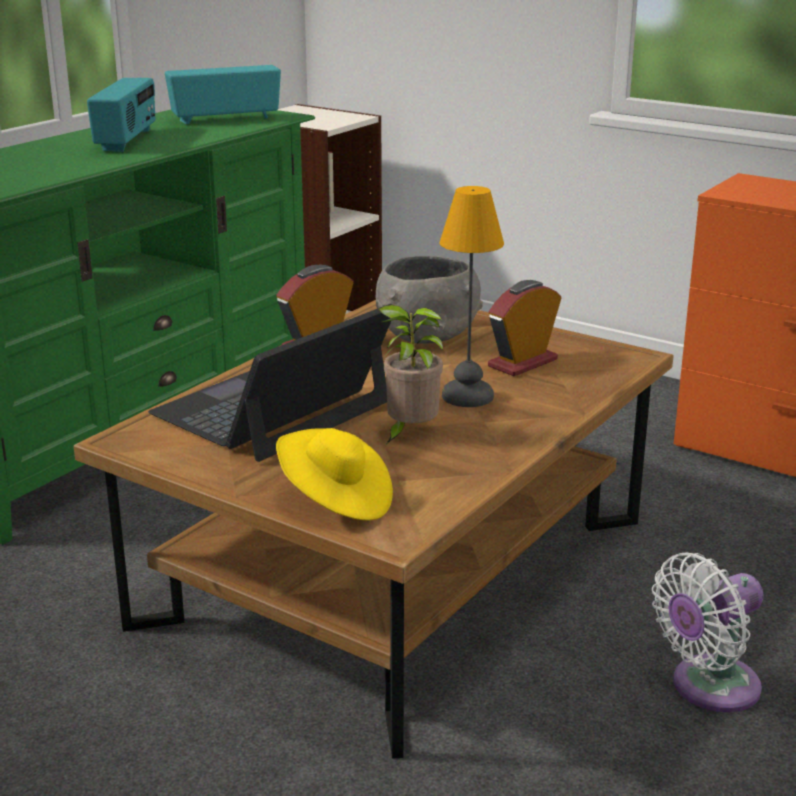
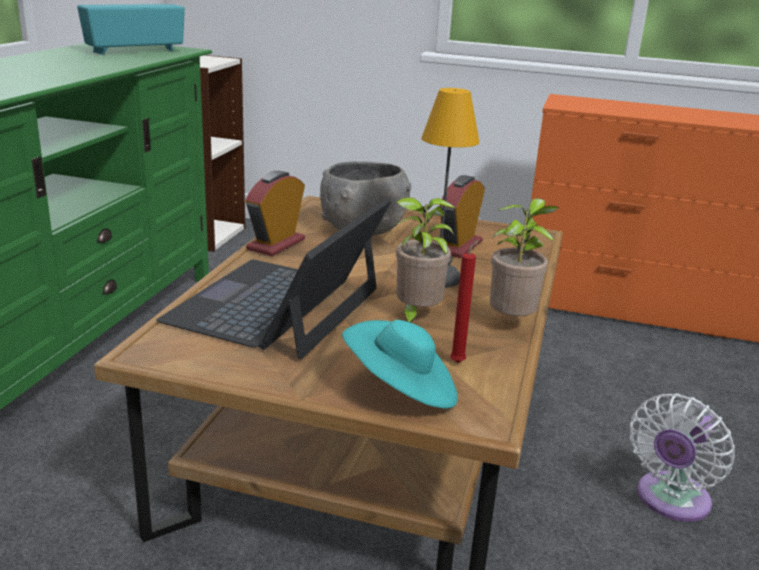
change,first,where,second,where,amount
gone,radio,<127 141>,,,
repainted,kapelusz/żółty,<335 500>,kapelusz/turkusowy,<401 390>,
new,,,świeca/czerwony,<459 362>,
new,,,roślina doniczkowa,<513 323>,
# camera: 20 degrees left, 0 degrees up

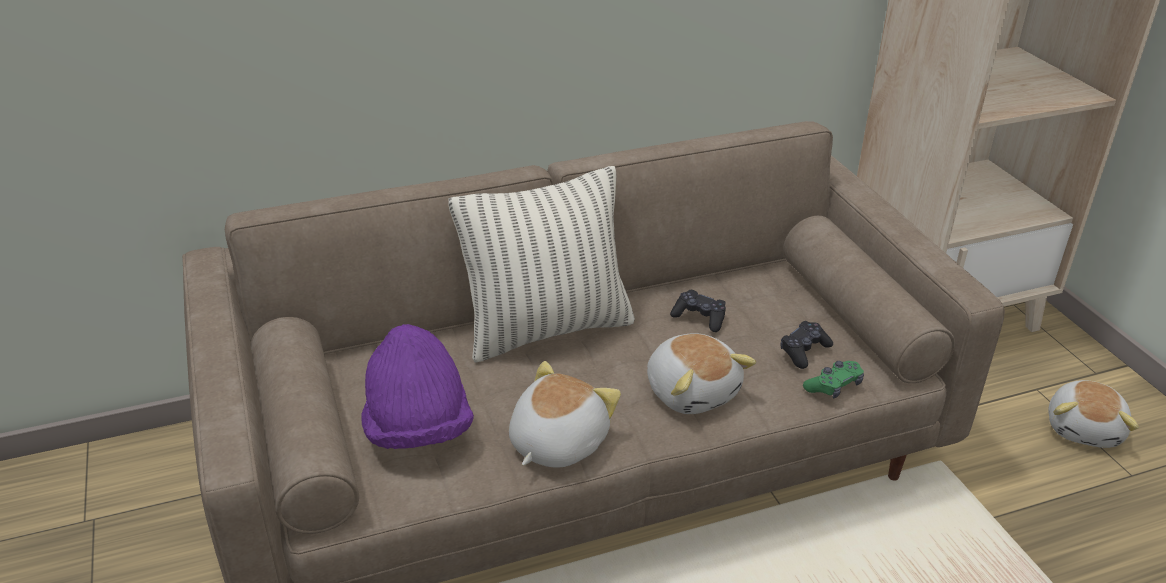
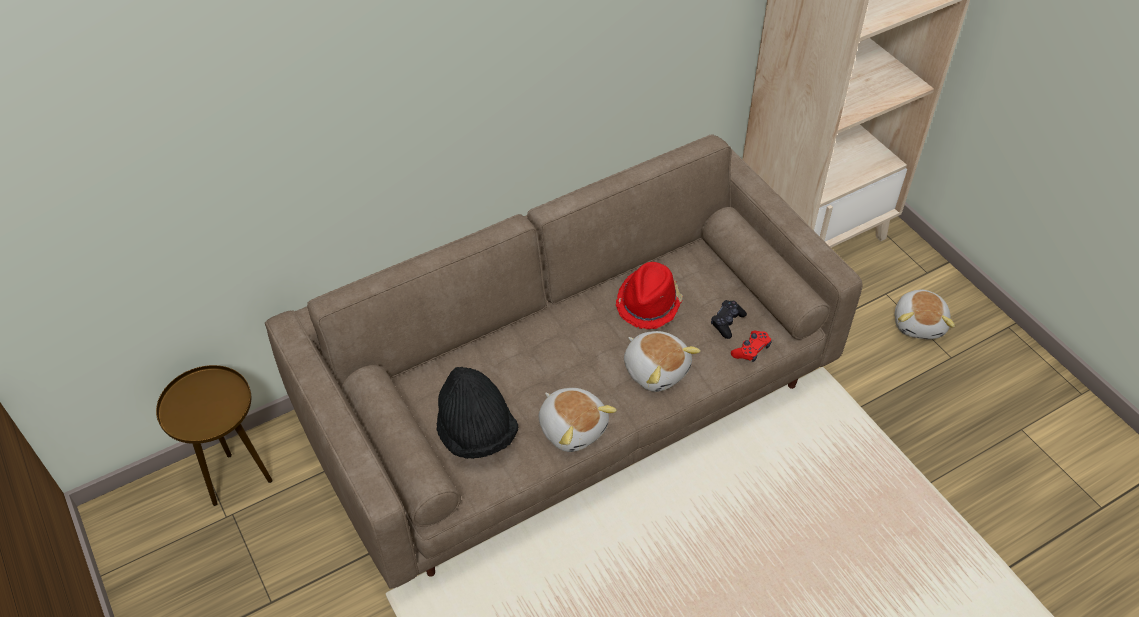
change,first,where,second,where,amount
repainted,kapelusz/fioletowy,<418 429>,kapelusz/czarny,<476 432>,
gone,poduszka,<547 329>,,,
rotated,pluszak,<556 442>,,<573 427>,120 degrees clockwise
swapped,pad do gier/czarny,<699 317>,kapelusz/czerwony,<649 303>,
repainted,pad do gier/zielony,<834 386>,pad do gier/czerwony,<751 350>,
new,,,stolik/brązowy,<238 479>,
# camera: 10 degrees left, 15 degrees up

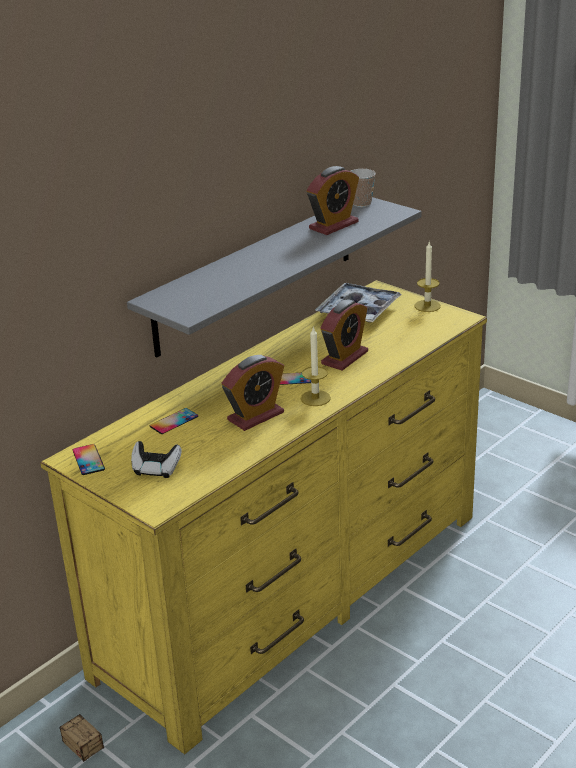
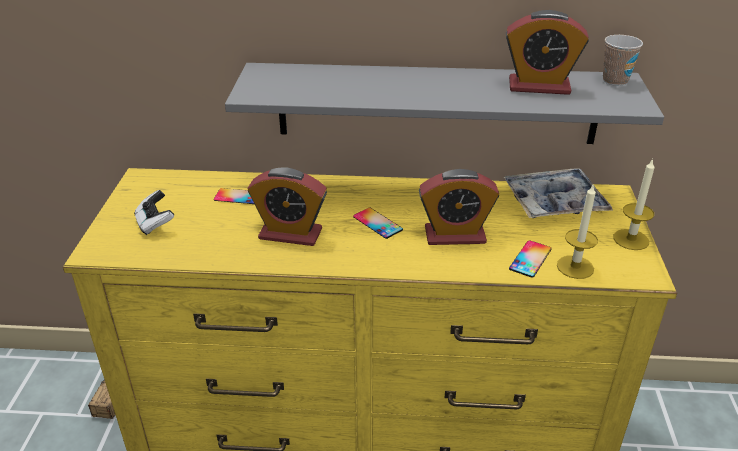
change,first,where,second,where,amount
shifted,telefon,<88 460>,,<530 259>,
shifted,świeca,<315 398>,,<575 267>,
# camera: 50 degrees right, 5 degrees up

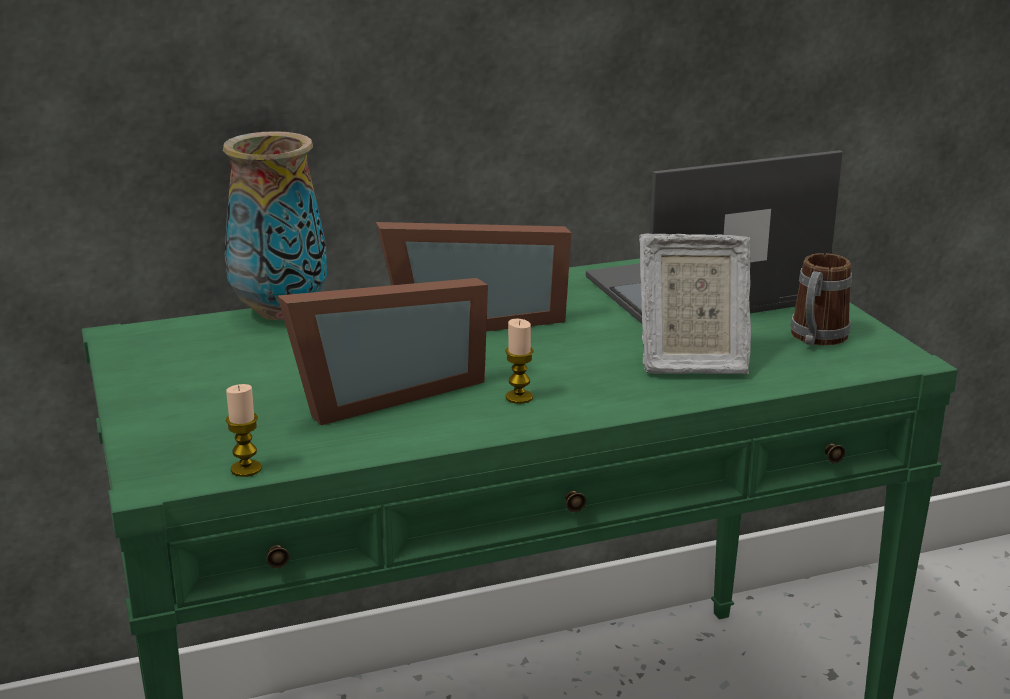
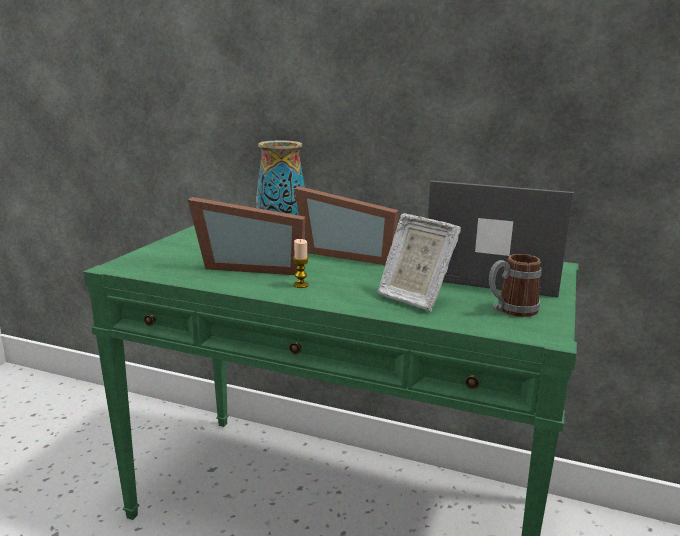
change,first,where,second,where,amount
gone,świeca,<246 469>,,,
# camera: 40 degrees right, 5 degrees down

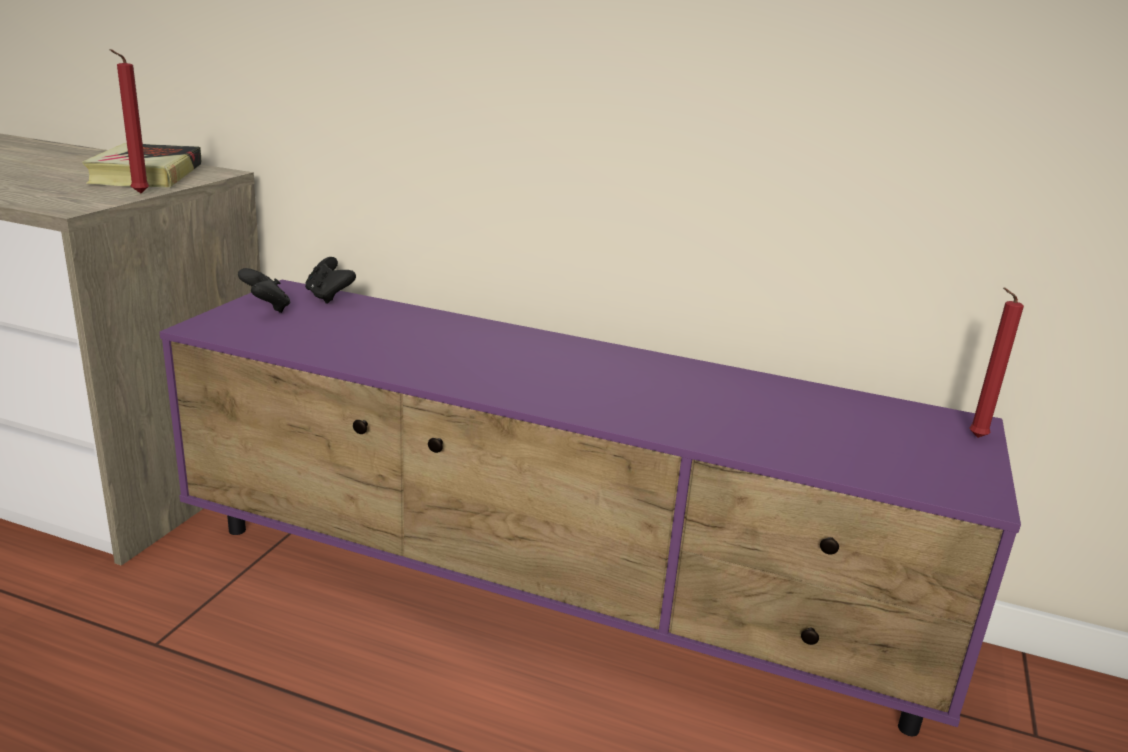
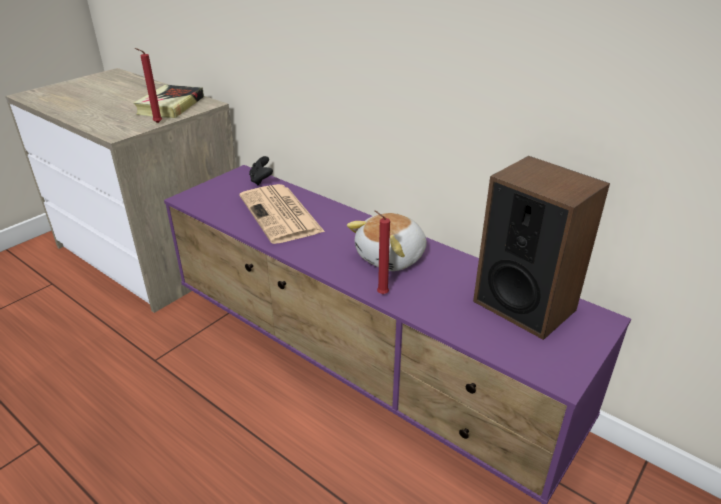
change,first,where,second,where,amount
gone,pad do gier/czarny,<266 308>,,,
shifted,świeca/czerwony,<974 437>,,<380 294>,
new,,,gazeta,<281 214>,
new,,,pluszak,<392 258>,
new,,,głośnik,<524 305>,
# camera: 20 degrees right, 10 degrees up

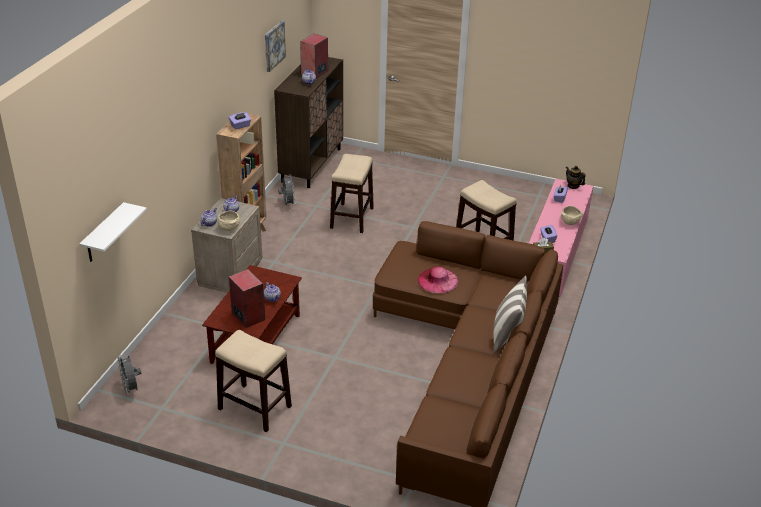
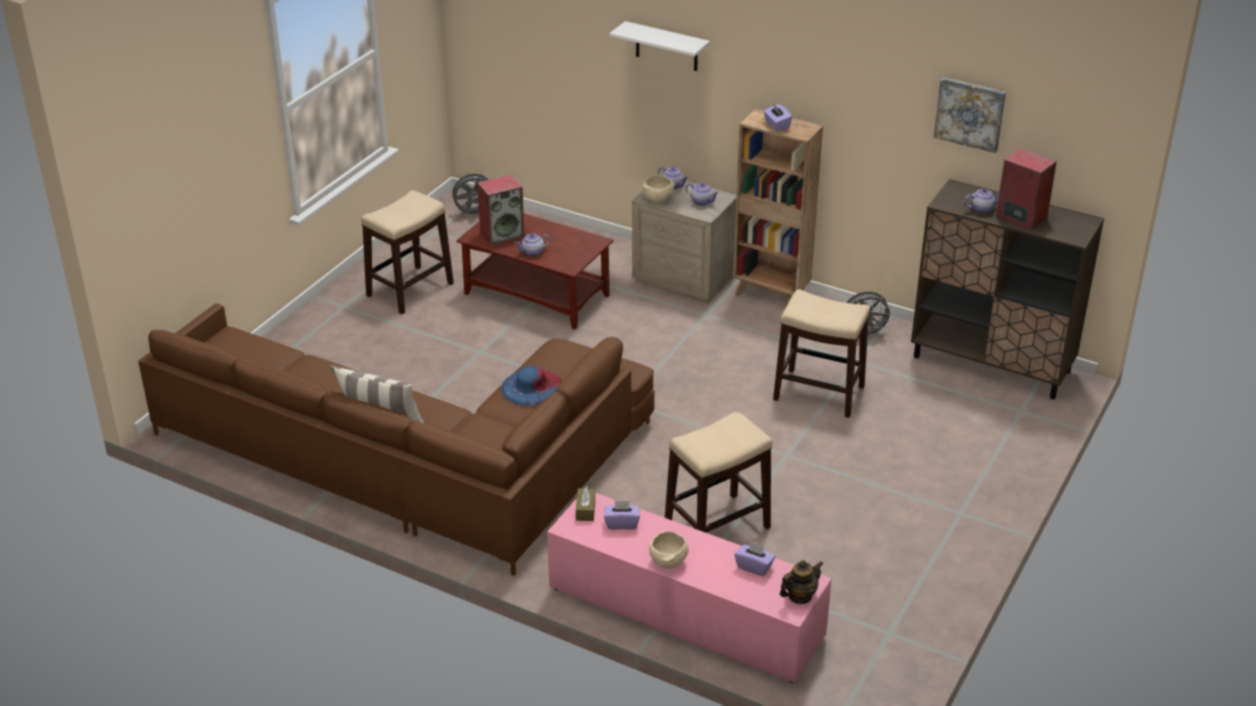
change,first,where,second,where,amount
shifted,półka/biały,<104 234>,,<666 47>,
repainted,kapelusz/różowy,<438 280>,kapelusz/niebieski,<532 387>,
# camera: 100 degrees right, 0 degrees up

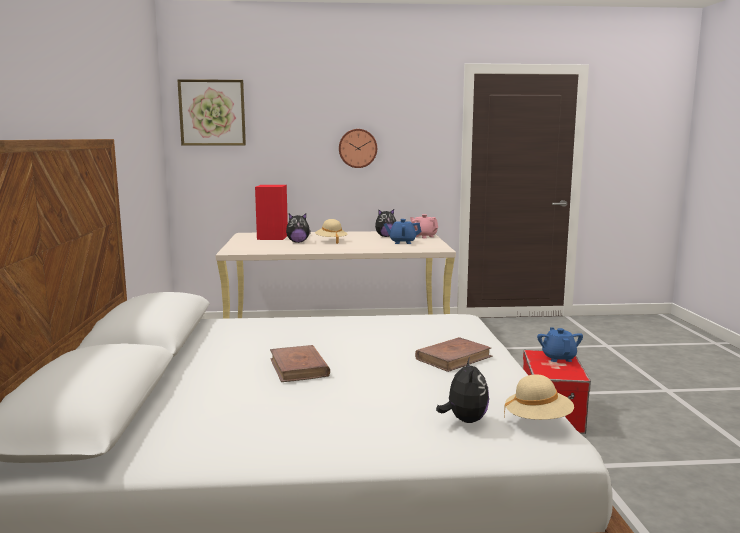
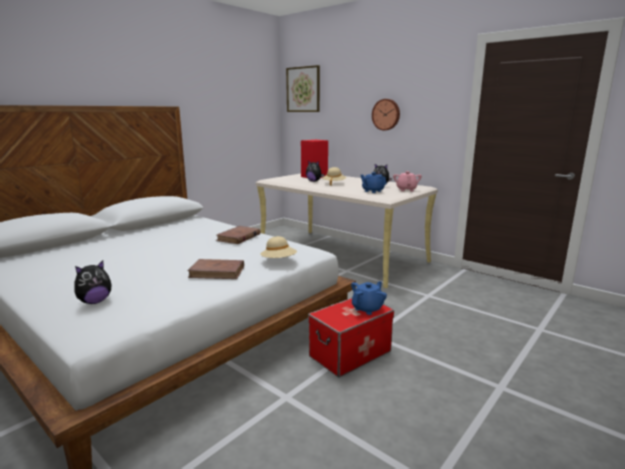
change,first,where,second,where,amount
shifted,książka/brązowy,<299 367>,,<238 237>,
shifted,kapelusz/beżowy,<538 420>,,<279 261>,
# camera: 45 degrees right, 5 degrees up

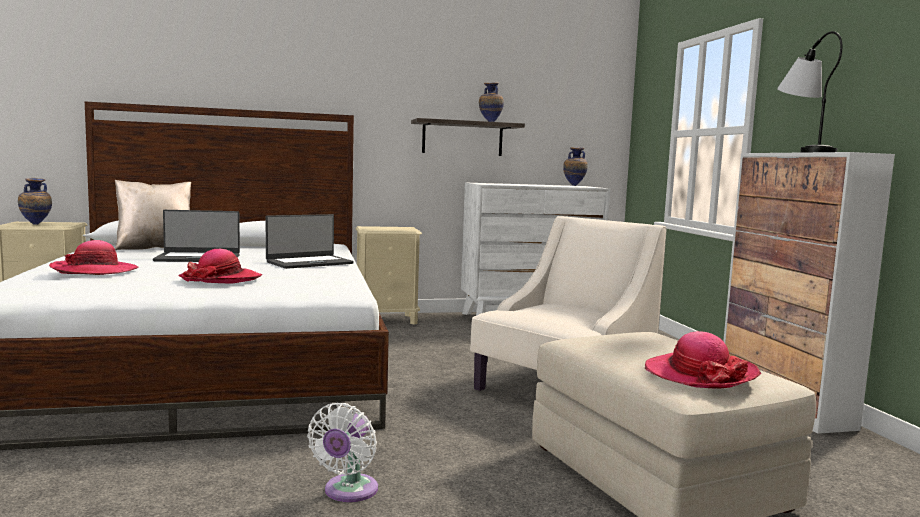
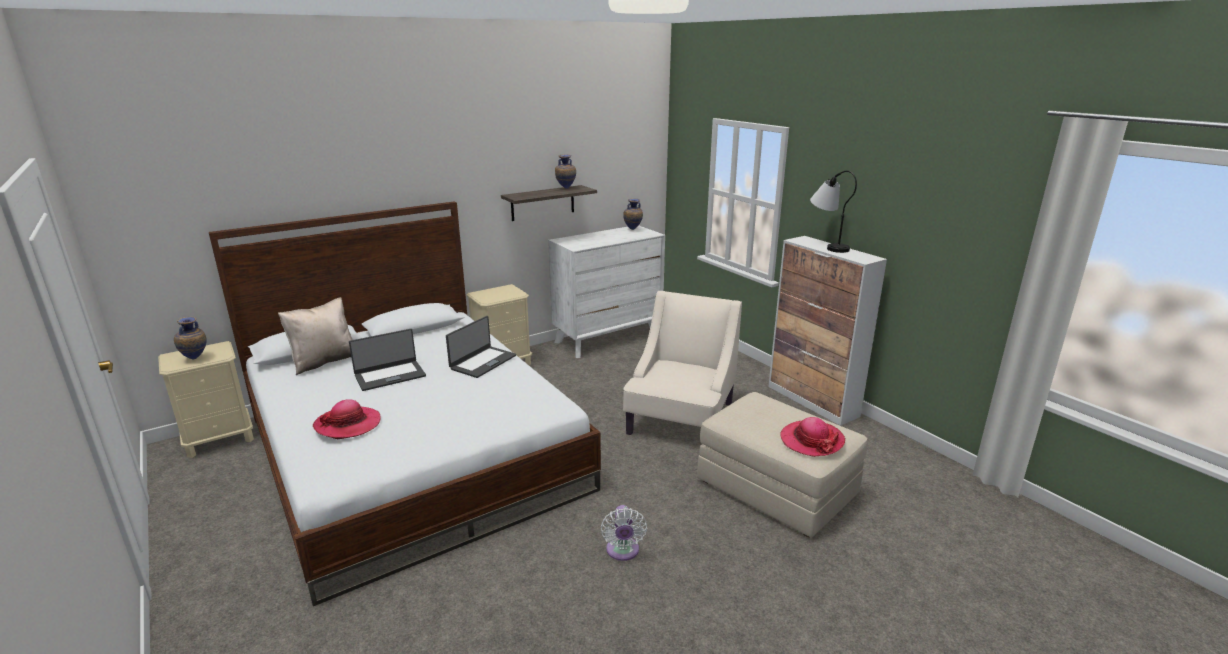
change,first,where,second,where,amount
gone,kapelusz,<221 279>,,,
# camera: 20 degrees left, 15 degrees up

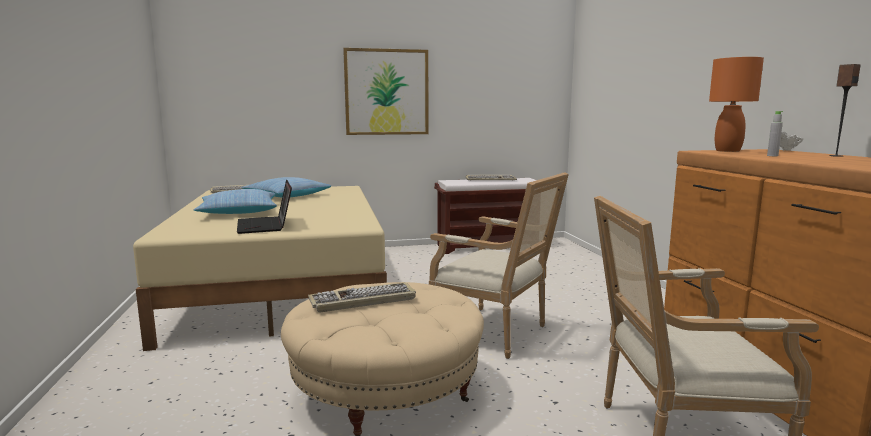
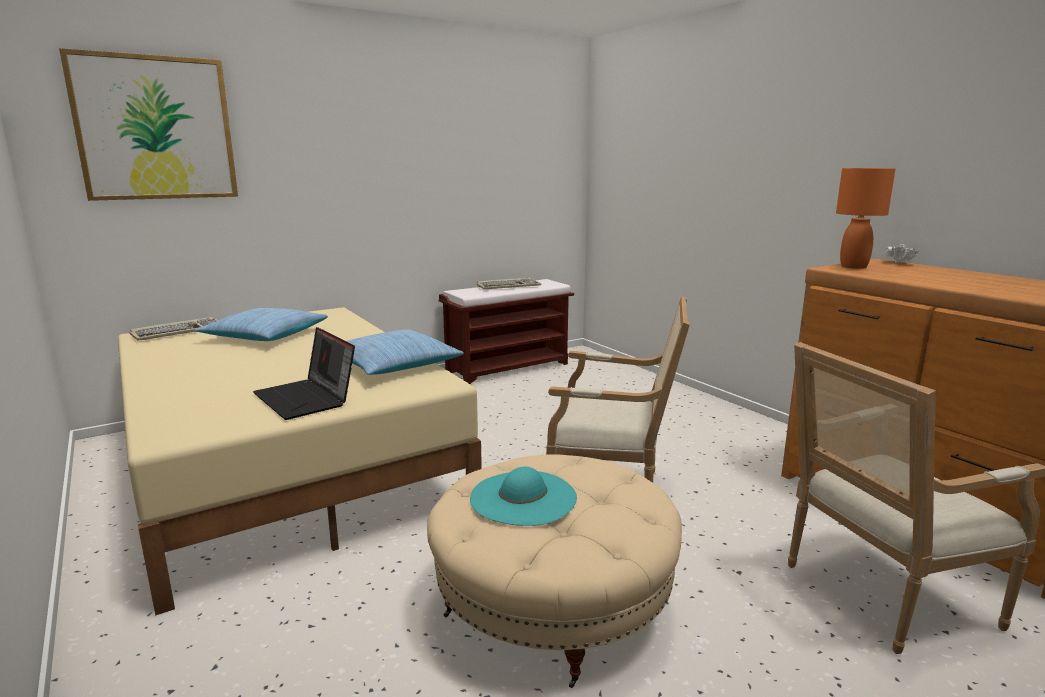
change,first,where,second,where,amount
shifted,poduszka,<238 212>,,<393 365>,
swapped,klawiatura,<362 300>,kapelusz/turkusowy,<523 497>,
shifted,obraz,<386 92>,,<155 128>,
gone,butelka/szary,<772 156>,,,
gone,głośnik,<835 156>,,,
# camera: 20 degrees left, 5 degrees up

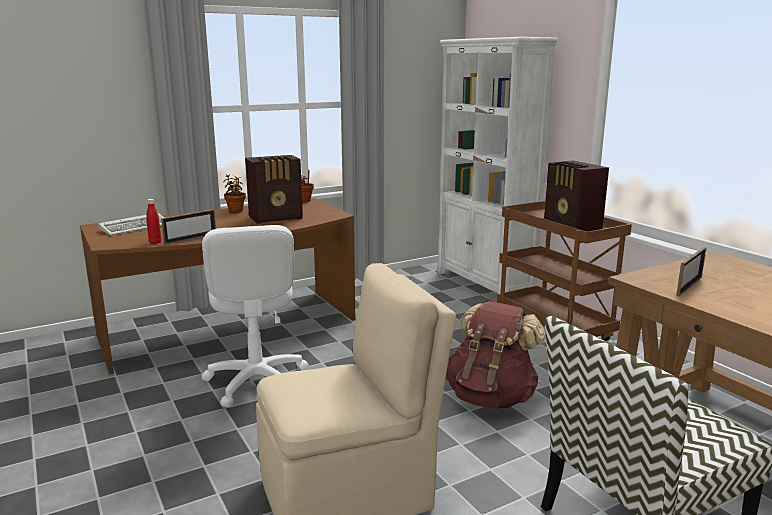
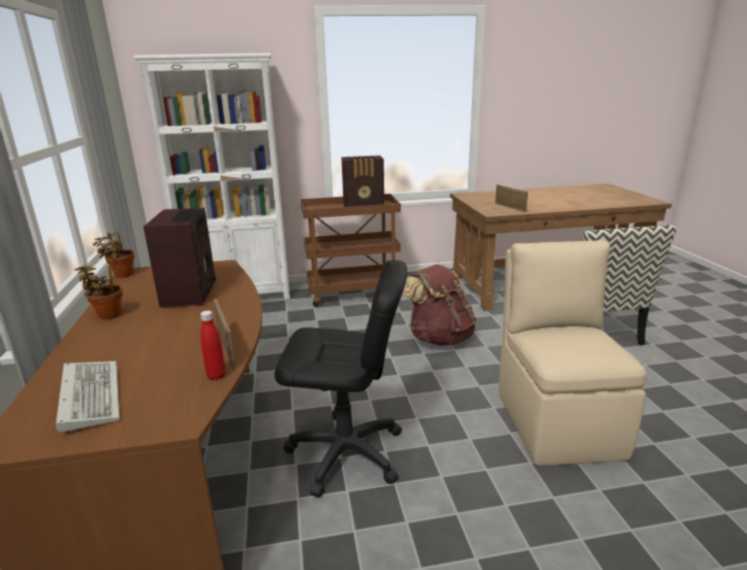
change,first,where,second,where,amount
repainted,krzesło biurowe/biały,<256 381>,krzesło biurowe/czarny,<346 453>,
# camera: 70 degrees left, 5 degrees up

